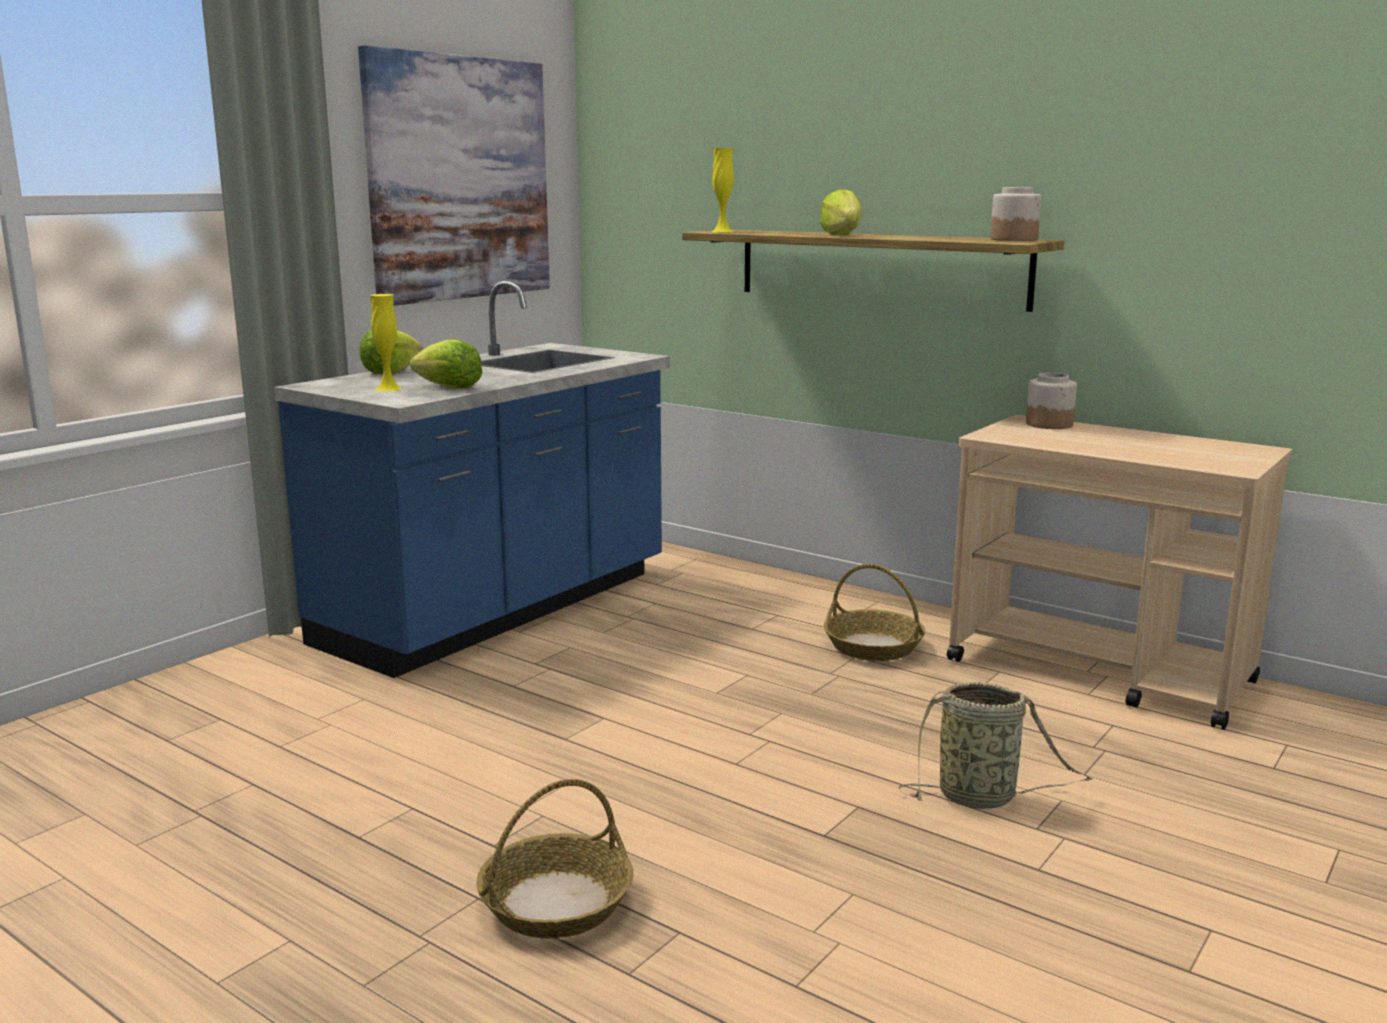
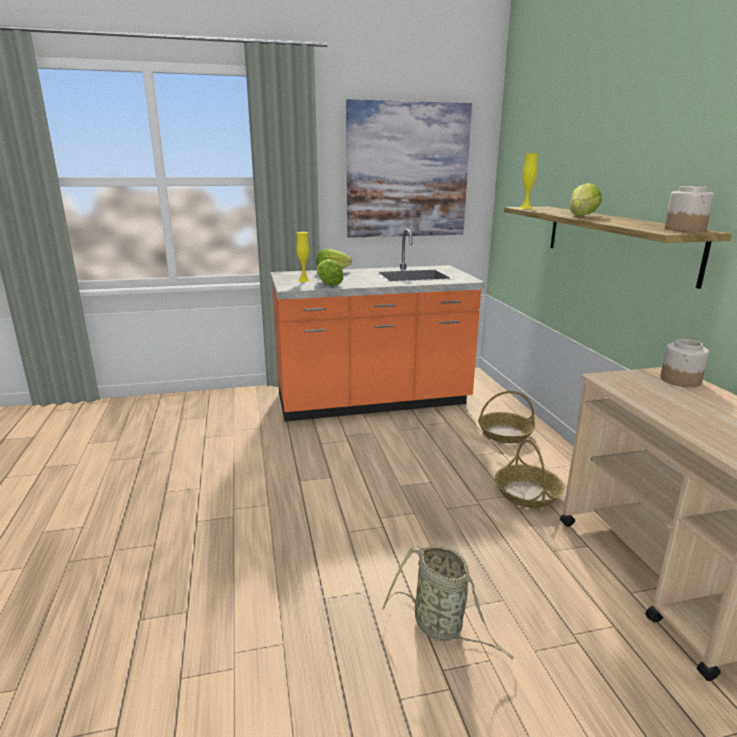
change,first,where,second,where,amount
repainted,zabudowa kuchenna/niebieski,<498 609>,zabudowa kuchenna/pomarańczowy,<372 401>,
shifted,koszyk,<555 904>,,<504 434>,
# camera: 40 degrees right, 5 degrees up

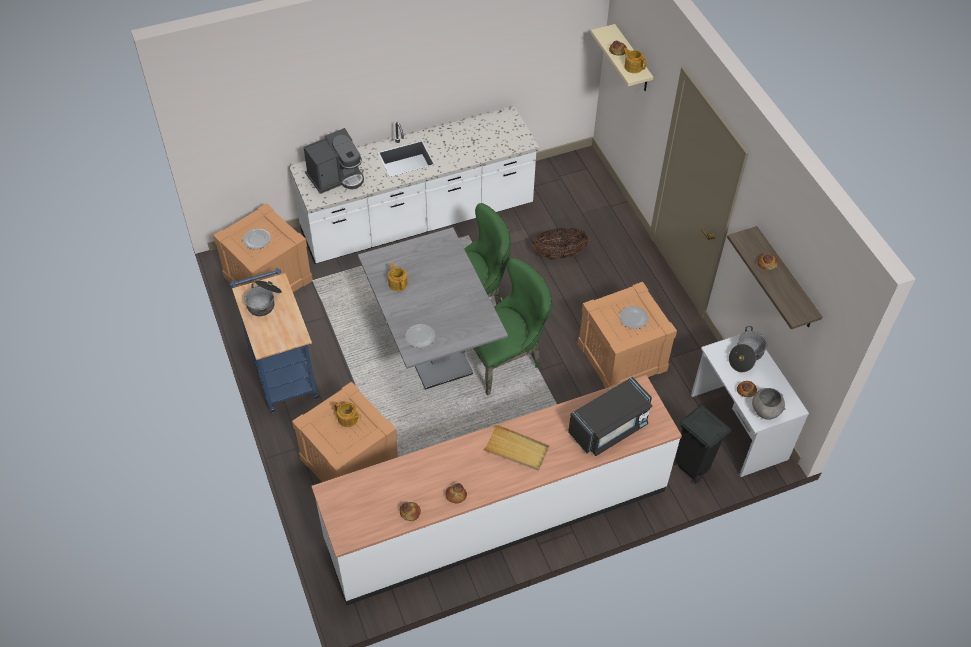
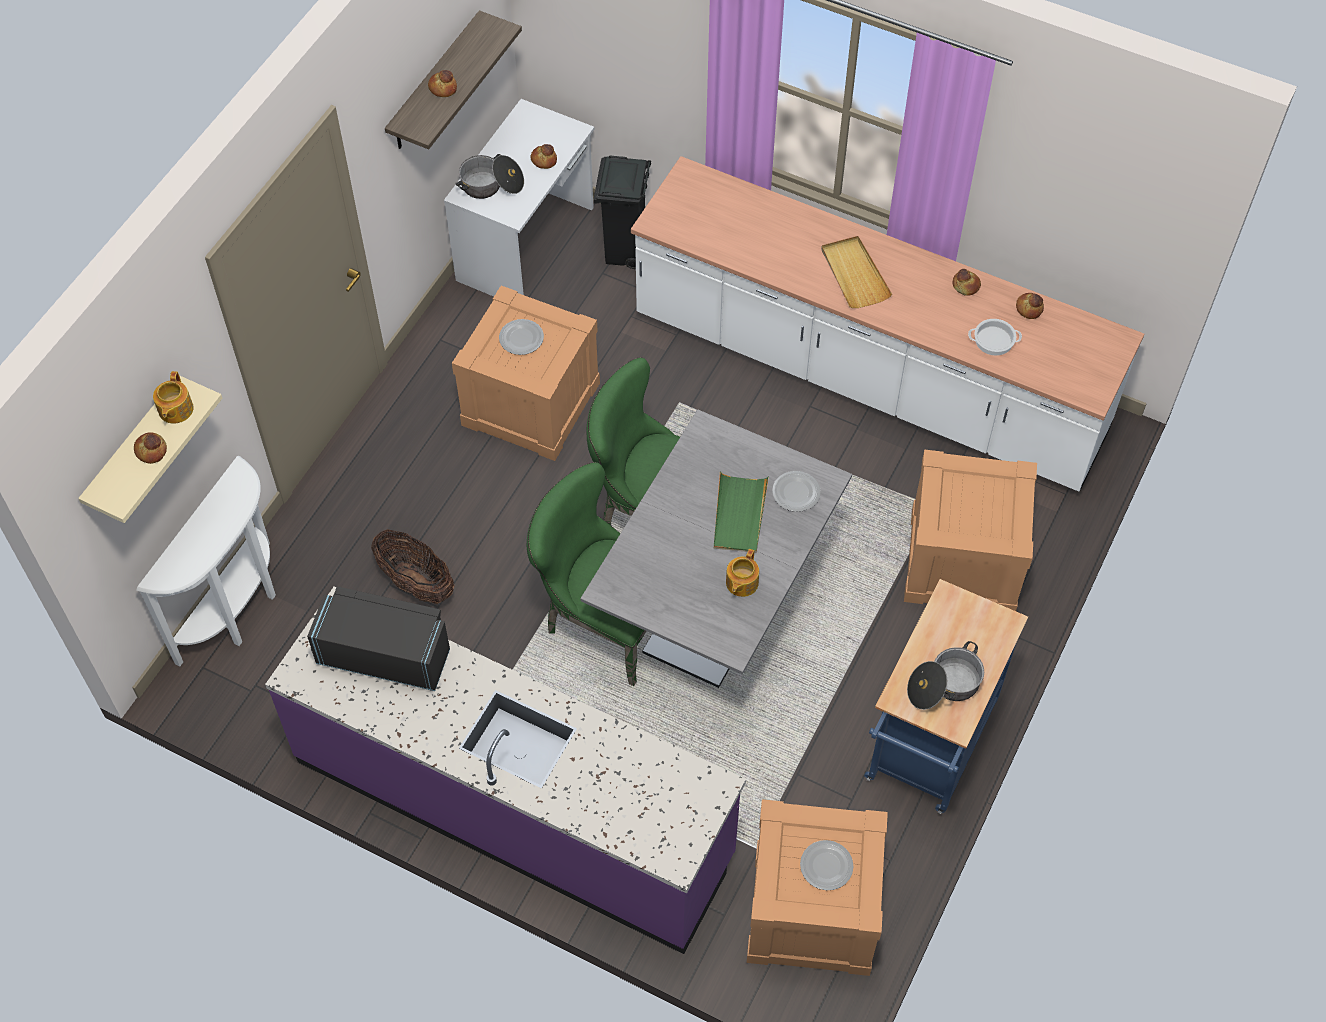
change,first,where,second,where,amount
repainted,zabudowa kuchenna/biały,<418 220>,zabudowa kuchenna/fioletowy,<514 807>,
gone,ekspres do kawy,<336 177>,,,
gone,imbryk,<348 419>,,,
shifted,mikrofalówka/czarny,<609 428>,,<385 655>,
gone,miska/szary,<765 411>,,,
new,,,stolik konsolowy/biały,<238 609>,
new,,,taca/zielony,<739 515>,
new,,,garnek,<994 340>,
# camera: 130 degrees left, 5 degrees up

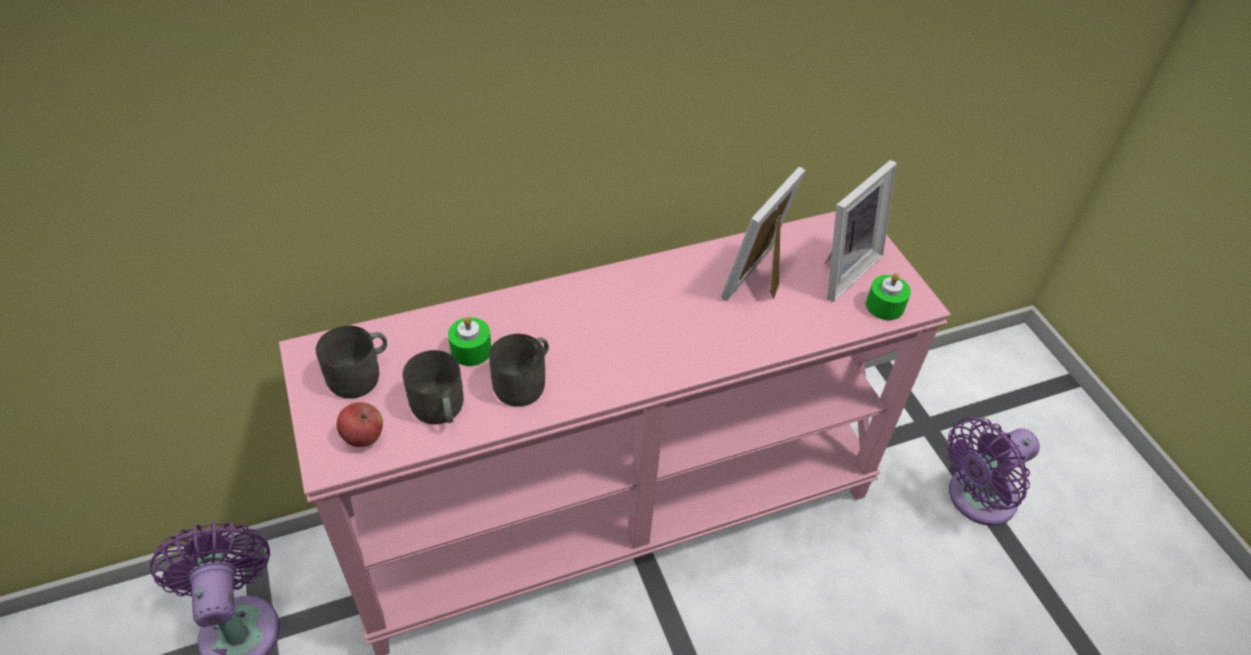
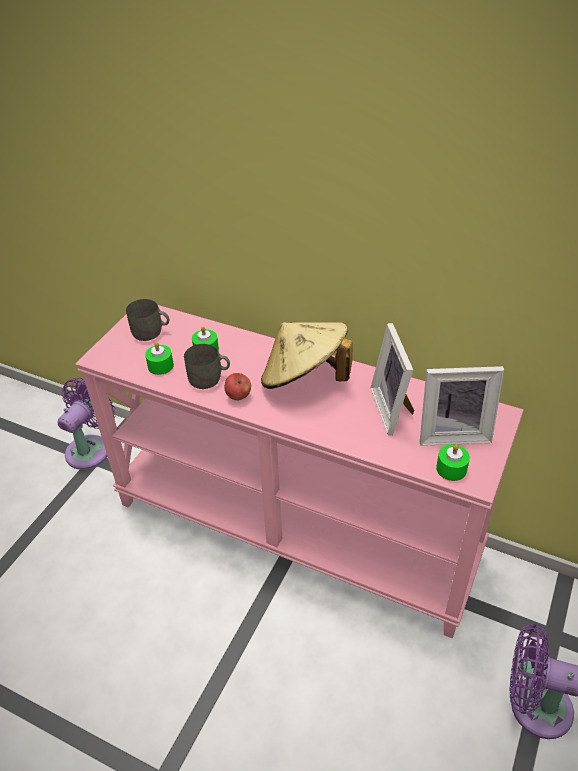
change,first,where,second,where,amount
shifted,jabłko,<363 437>,,<238 396>,
swapped,kubek/szary,<439 410>,świeca/zielony,<160 366>,
rotated,ramka na zdjęcie,<762 280>,,<394 409>,90 degrees counterclockwise
new,,,kapelusz/beżowy,<304 379>,
# camera: 50 degrees right, 5 degrees down

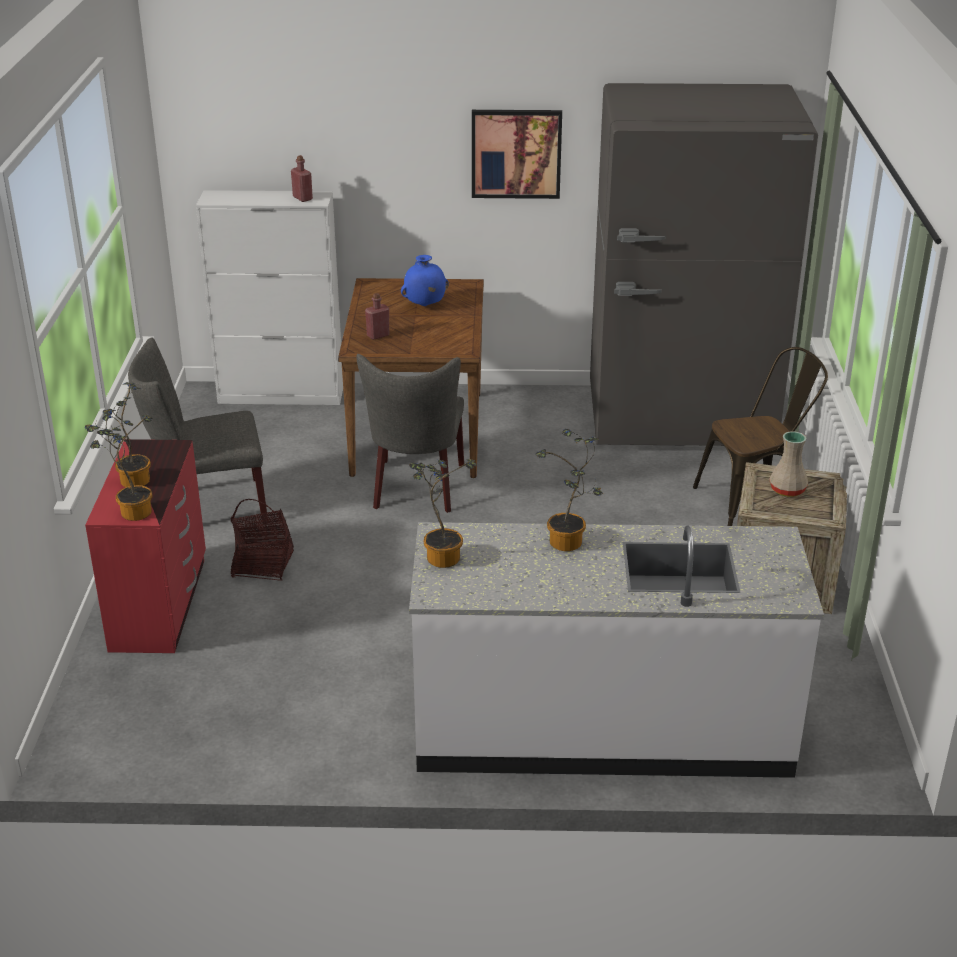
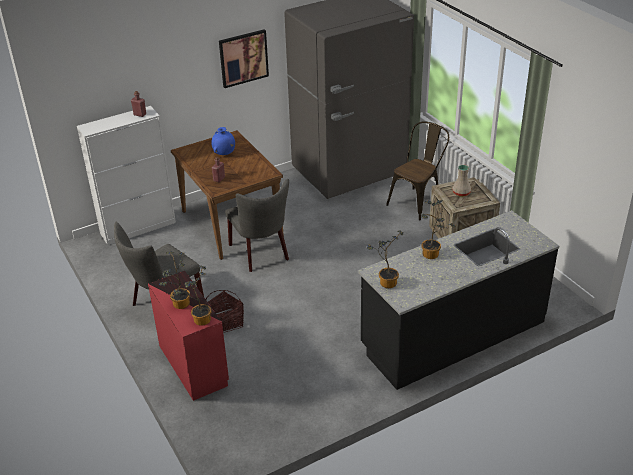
change,first,where,second,where,amount
repainted,zabudowa kuchenna/biały,<601 727>,zabudowa kuchenna/czarny,<452 334>,
# camera: 30 degrees left, 5 degrees up

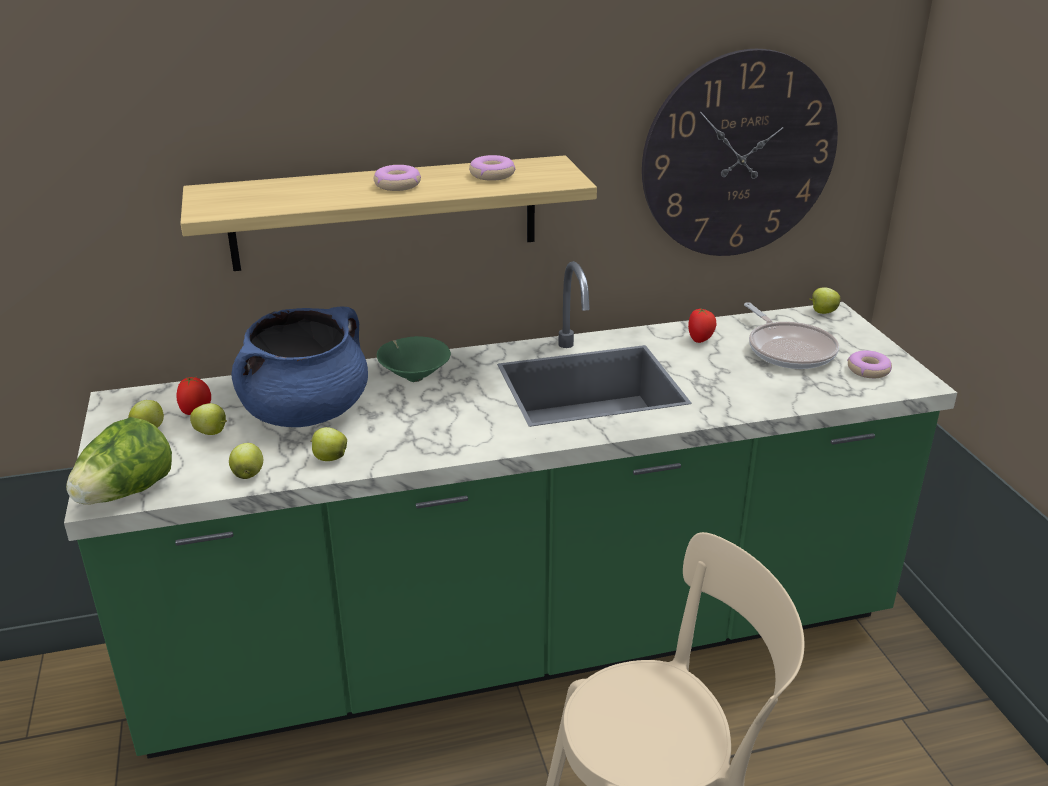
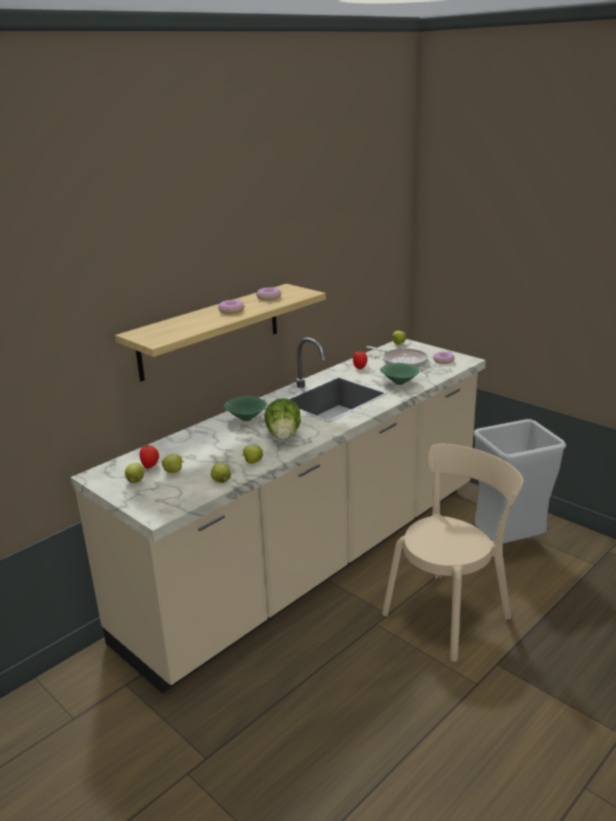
change,first,where,second,where,amount
repainted,zabudowa kuchenna/zielony,<524 643>,zabudowa kuchenna/beżowy,<313 561>,
shifted,sałata,<126 493>,,<284 437>,
gone,garnek/niebieski,<306 412>,,,
gone,zegar ścienny,<739 156>,,,
new,,,miska/zielony,<398 383>,
new,,,kosz na śmieci/szary,<508 544>,
# camera: 30 degrees left, 5 degrees down

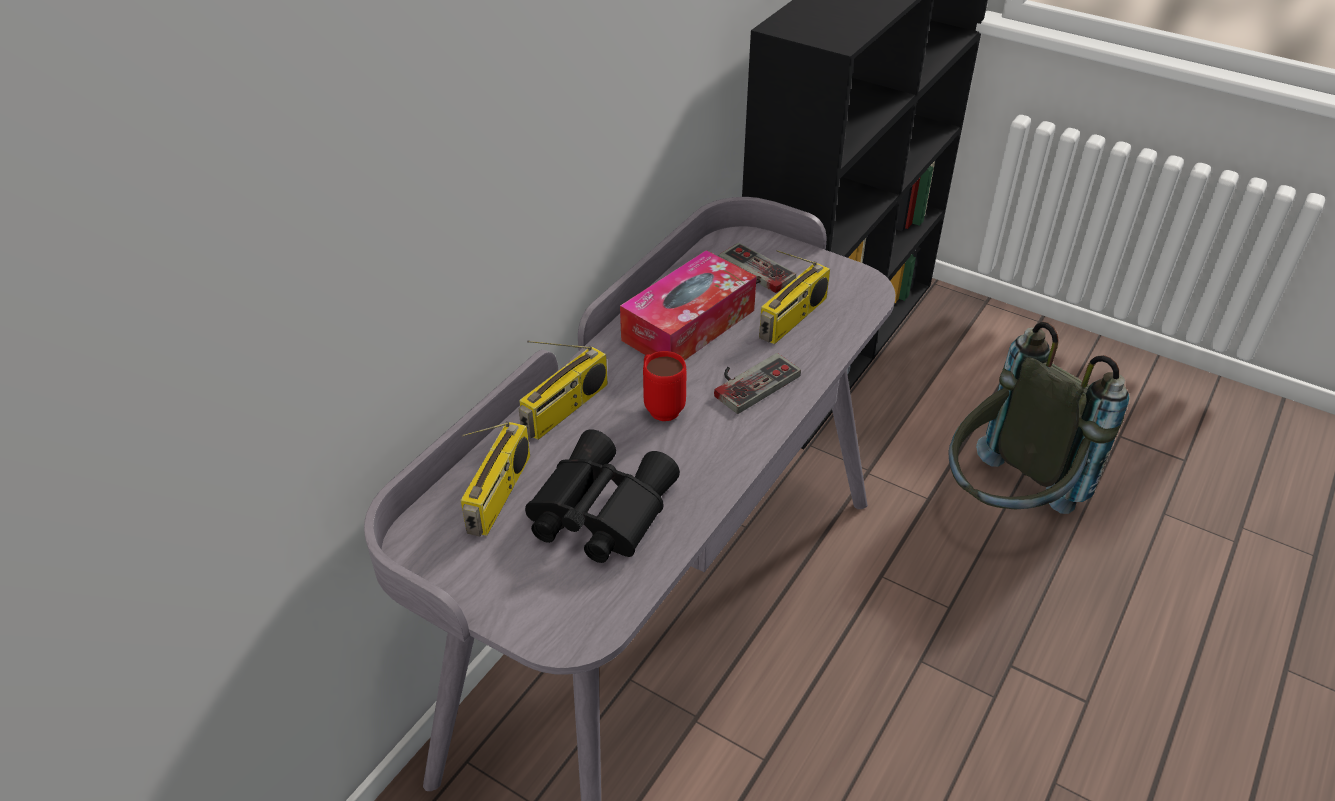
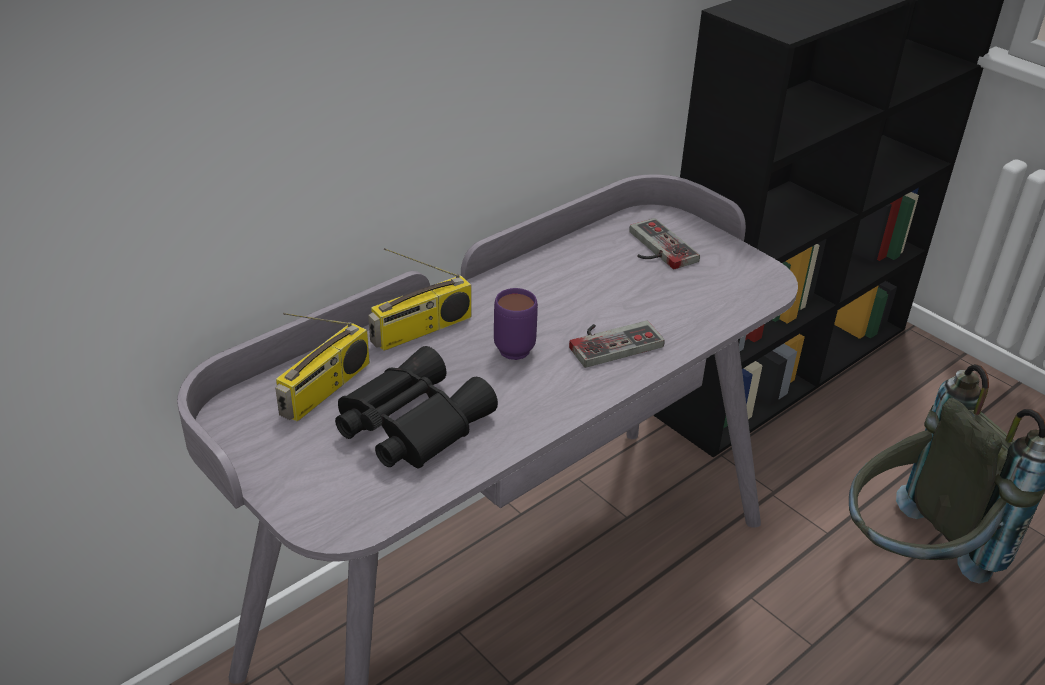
change,first,where,second,where,amount
gone,pudełko chusteczek,<688 325>,,,
repainted,kubek/czerwony,<660 406>,kubek/fioletowy,<512 346>,
gone,radio,<793 319>,,,
# camera: 15 degrees right, 5 degrees down

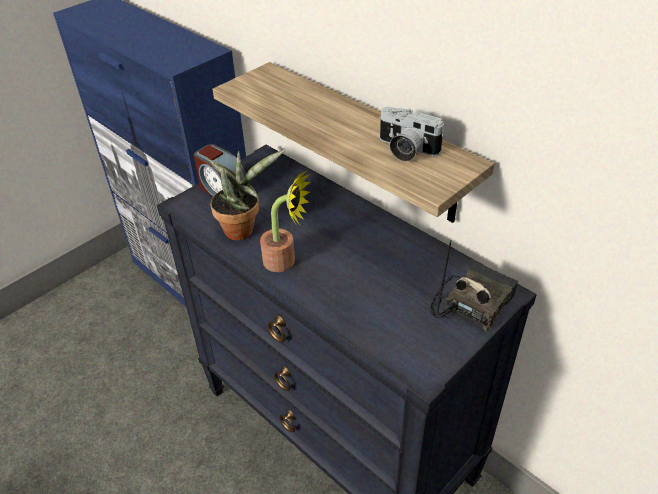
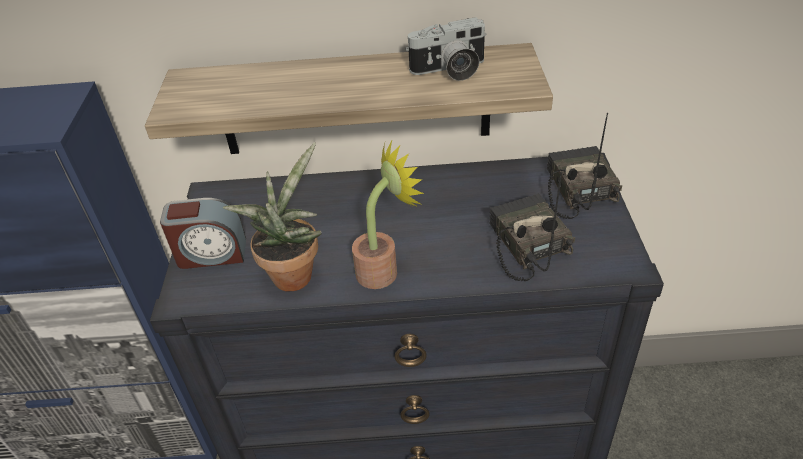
change,first,where,second,where,amount
new,,,radio,<525 244>,
# camera: 45 degrees left, 0 degrees up

